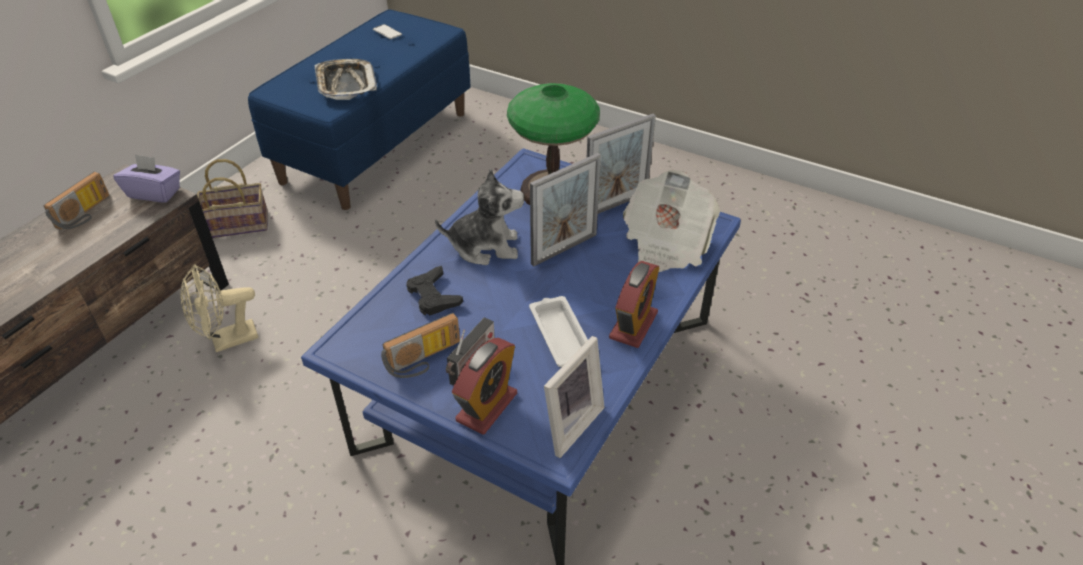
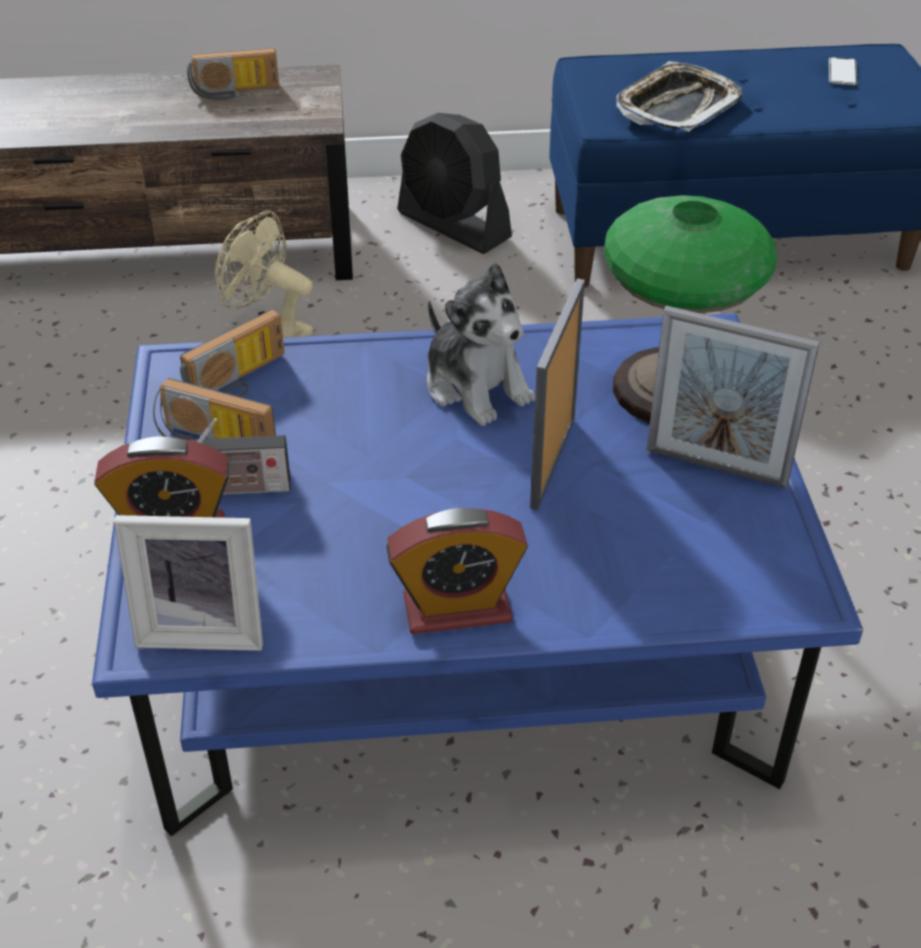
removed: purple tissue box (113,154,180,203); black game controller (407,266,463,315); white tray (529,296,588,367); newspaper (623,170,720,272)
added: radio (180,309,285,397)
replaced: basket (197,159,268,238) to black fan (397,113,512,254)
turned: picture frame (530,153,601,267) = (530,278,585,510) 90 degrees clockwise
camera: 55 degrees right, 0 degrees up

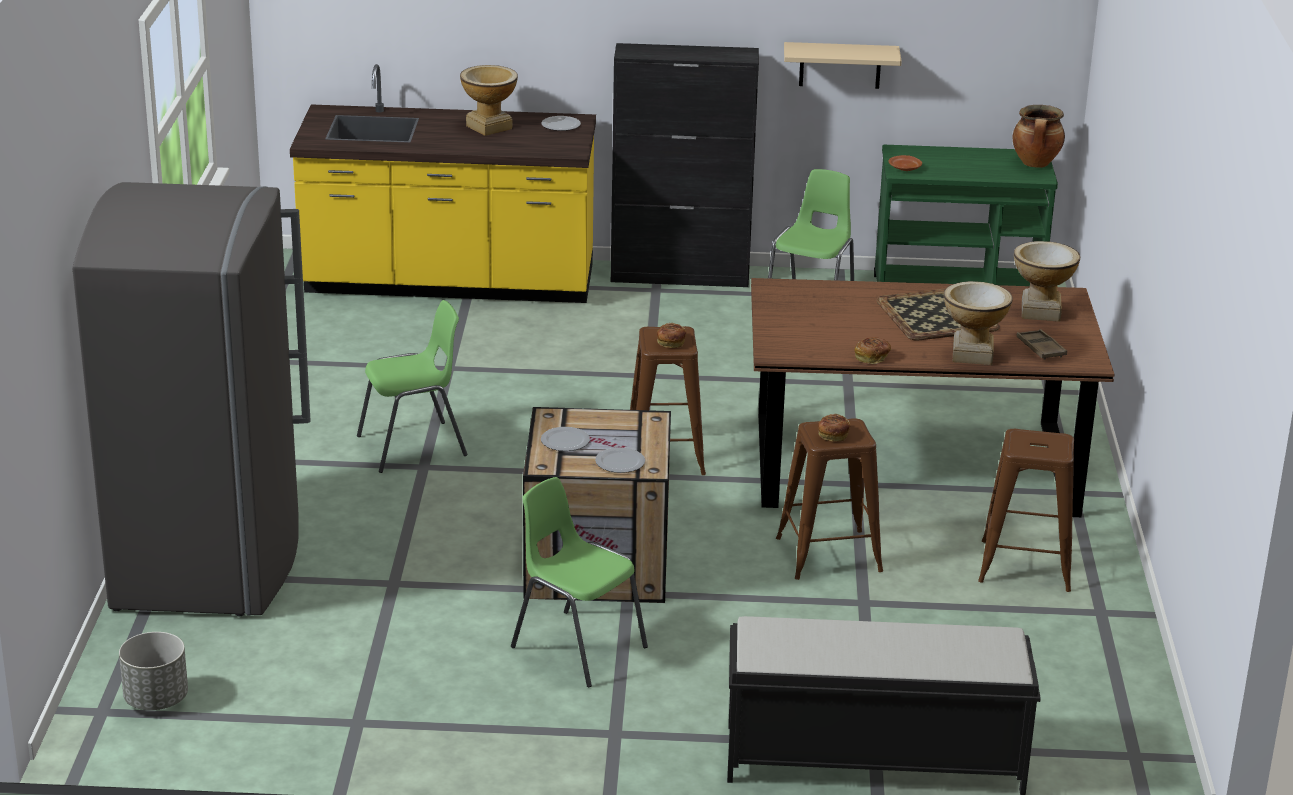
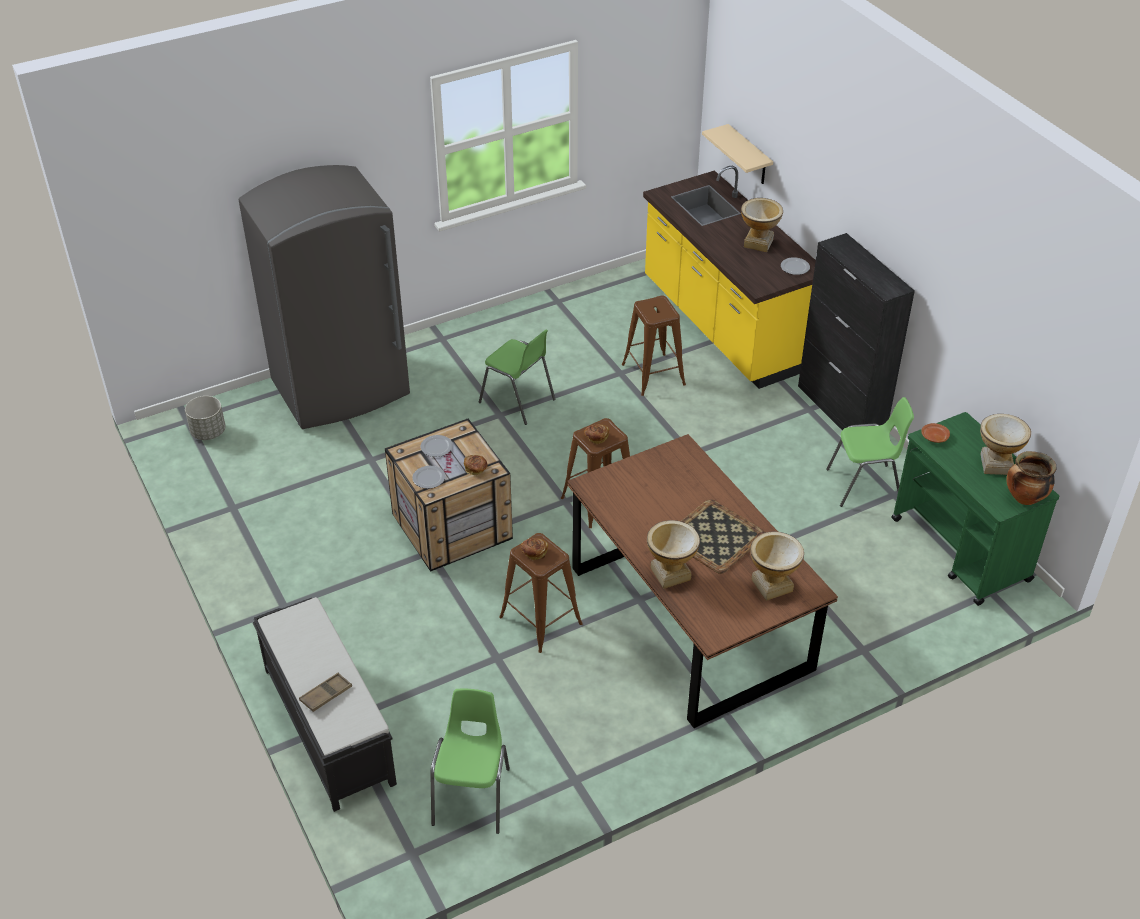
added: vase (980,414,1031,475)
moved: green chair (511,477,648,687) to (430,689,510,834); beige shelf (784,42,902,89) to (702,124,773,184); bread (854,337,891,364) to (464,455,488,475); brown stool (978,429,1074,592) to (622,296,686,396); brown tray (1017,329,1067,360) to (299,673,352,712)
camera: 60 degrees right, 15 degrees up

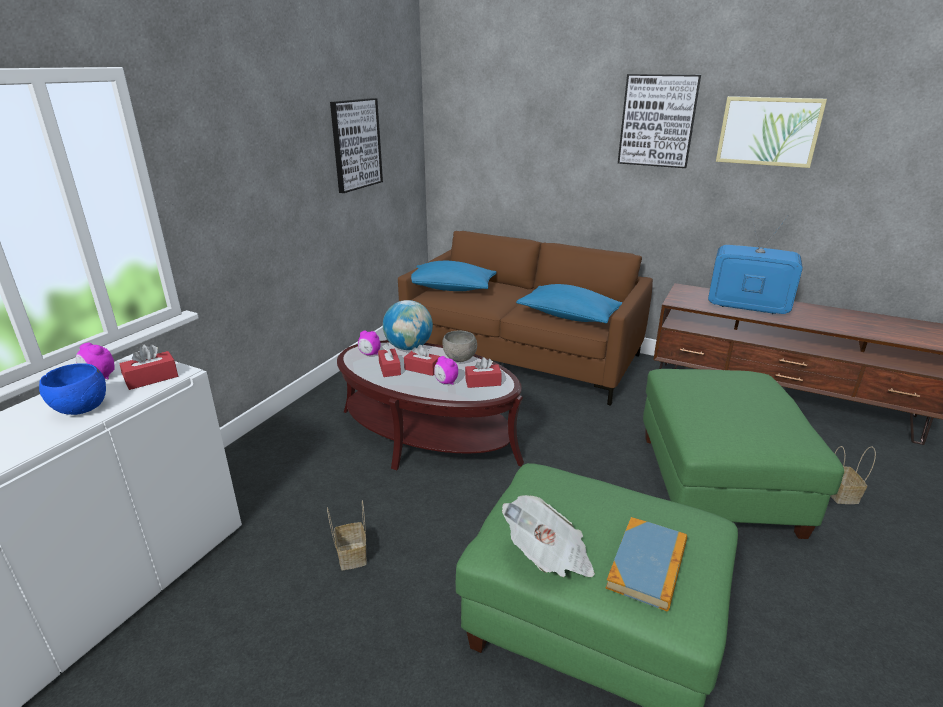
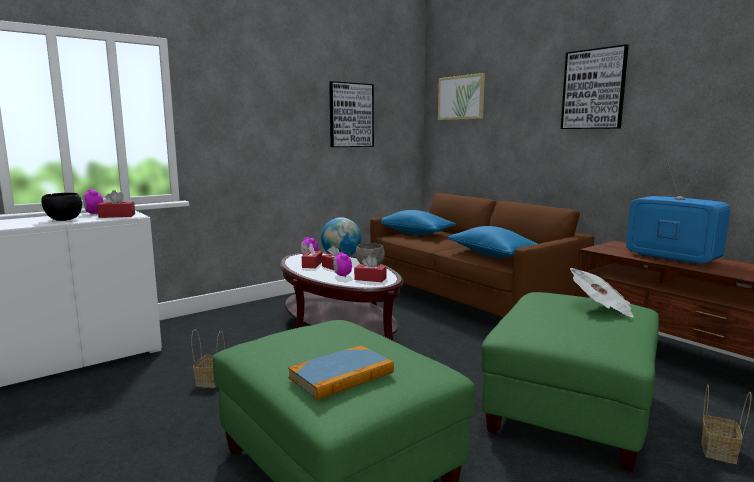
moved: newspaper (502,495,595,577) to (570,268,634,318); picture (716,96,827,168) to (438,73,485,120)
recoloured: blue bowl (39,363,106,415) to black bowl (41,193,82,221)
camera: 25 degrees right, 15 degrees down

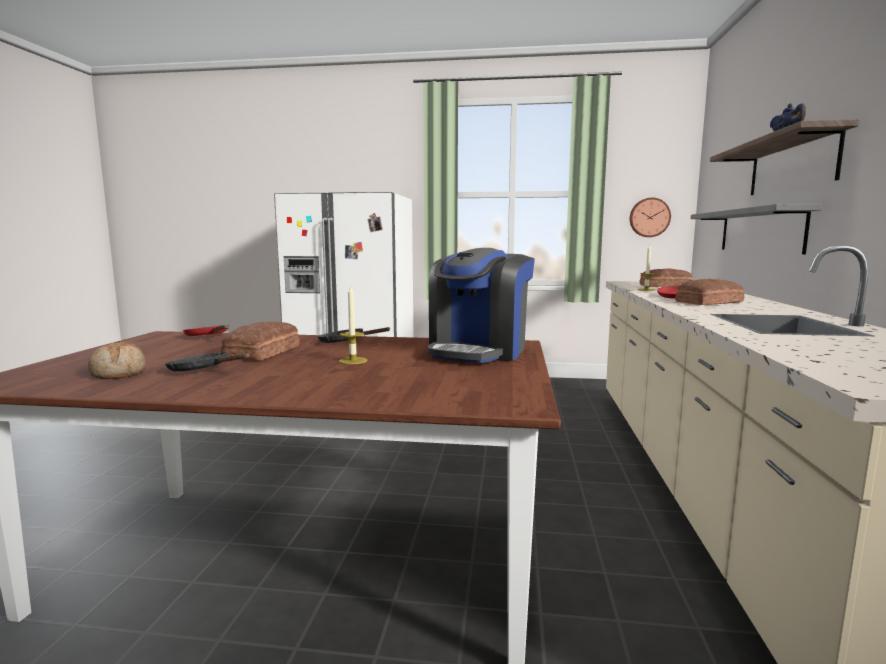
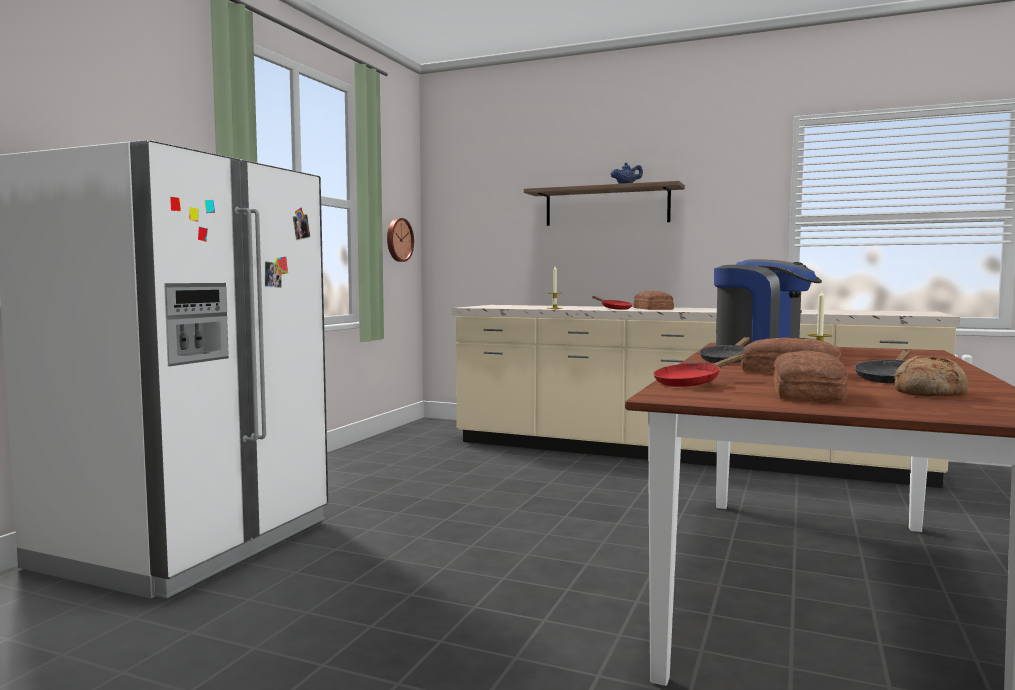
removed: grey shelf (691,204,822,254)
moved: bread (640,268,693,287) to (773,351,848,403)
camera: 75 degrees left, 5 degrees down

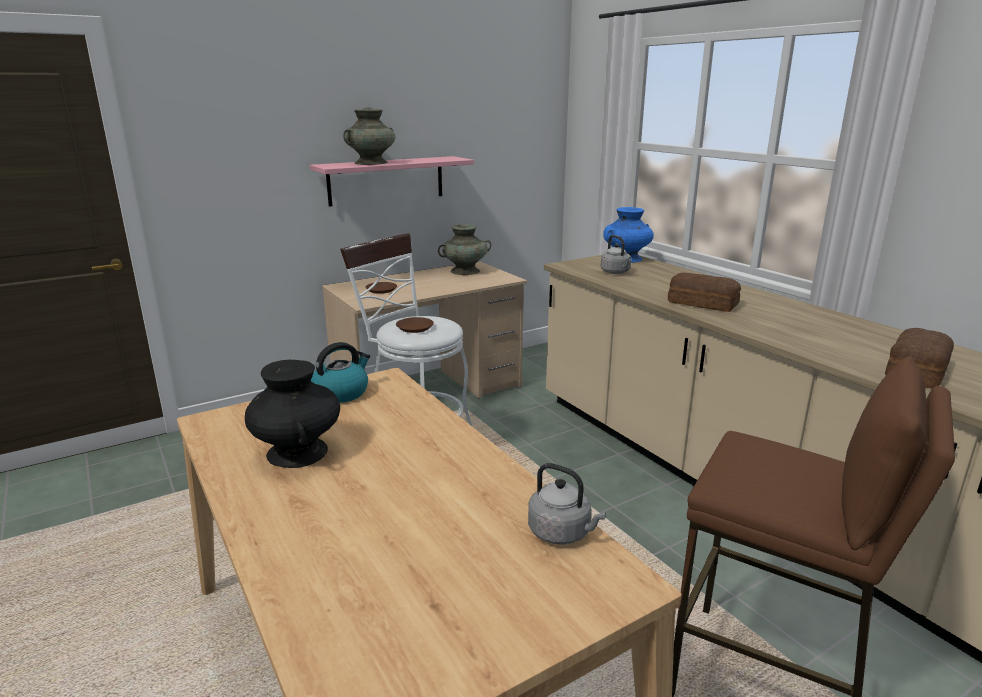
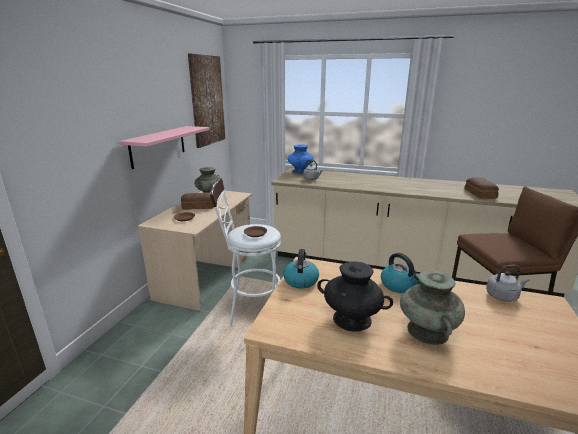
added: picture (188,53,225,148); kettle (381,253,419,293)
moved: turquoise vase (343,107,395,165) to (400,270,465,345); bread (668,273,741,312) to (181,192,214,210)
camera: 40 degrees left, 0 degrees up

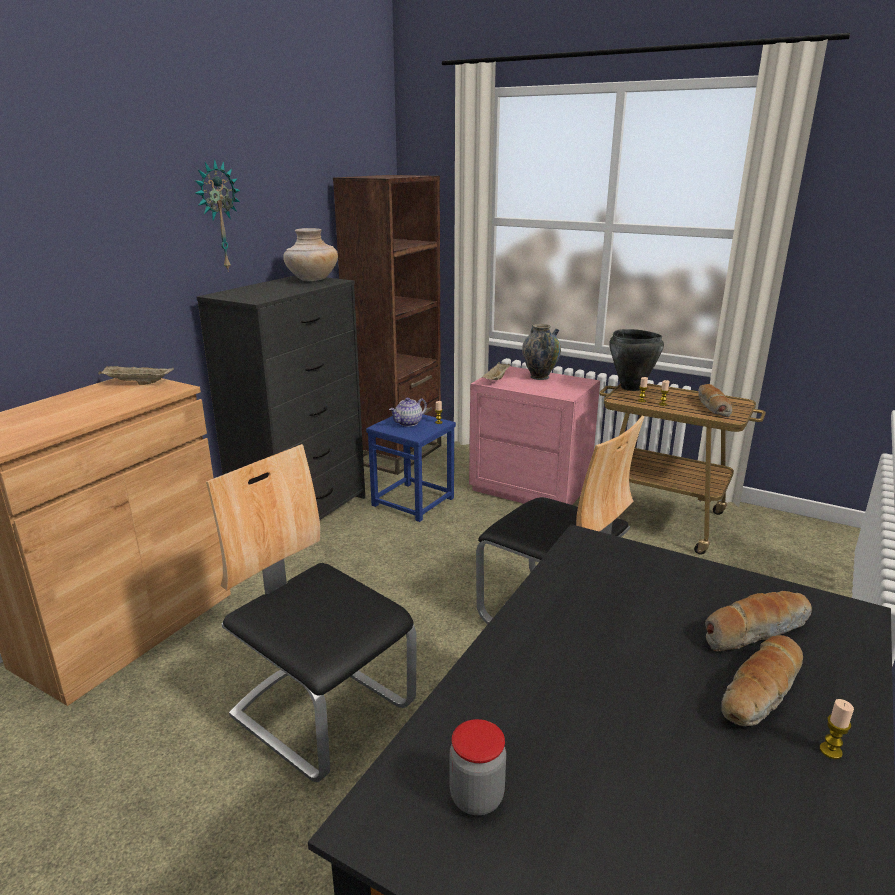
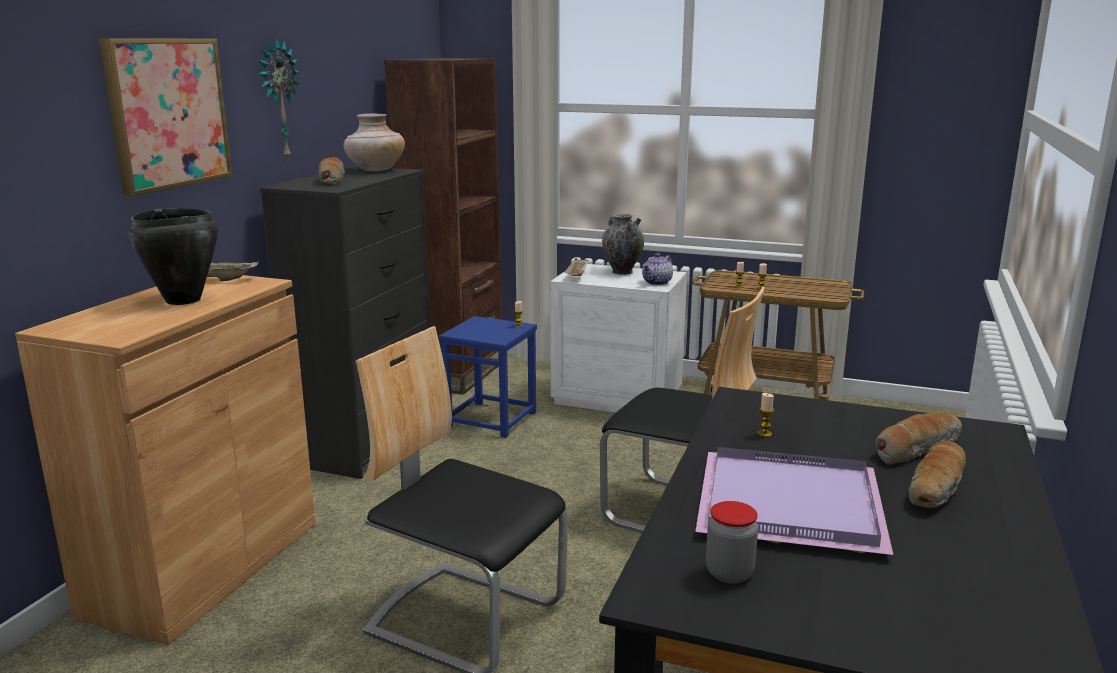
added: picture (99,38,232,197); purple tray (695,447,893,555)
moved: teapot (389,397,427,427) to (642,253,673,285); black cooking pot (609,329,664,391) to (128,208,218,305); bread (698,384,732,417) to (318,157,345,185); candle (820,699,854,759) to (757,393,774,437)
recoloured: pink nightstand (469,366,600,505) to white nightstand (550,264,687,413)
camera: 10 degrees left, 5 degrees down

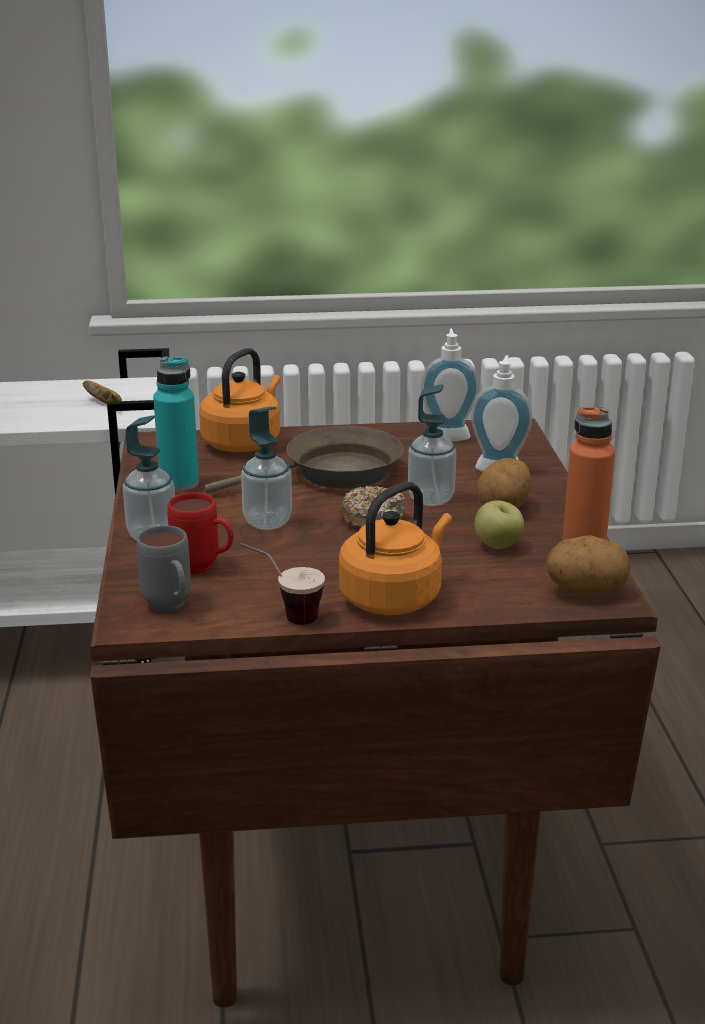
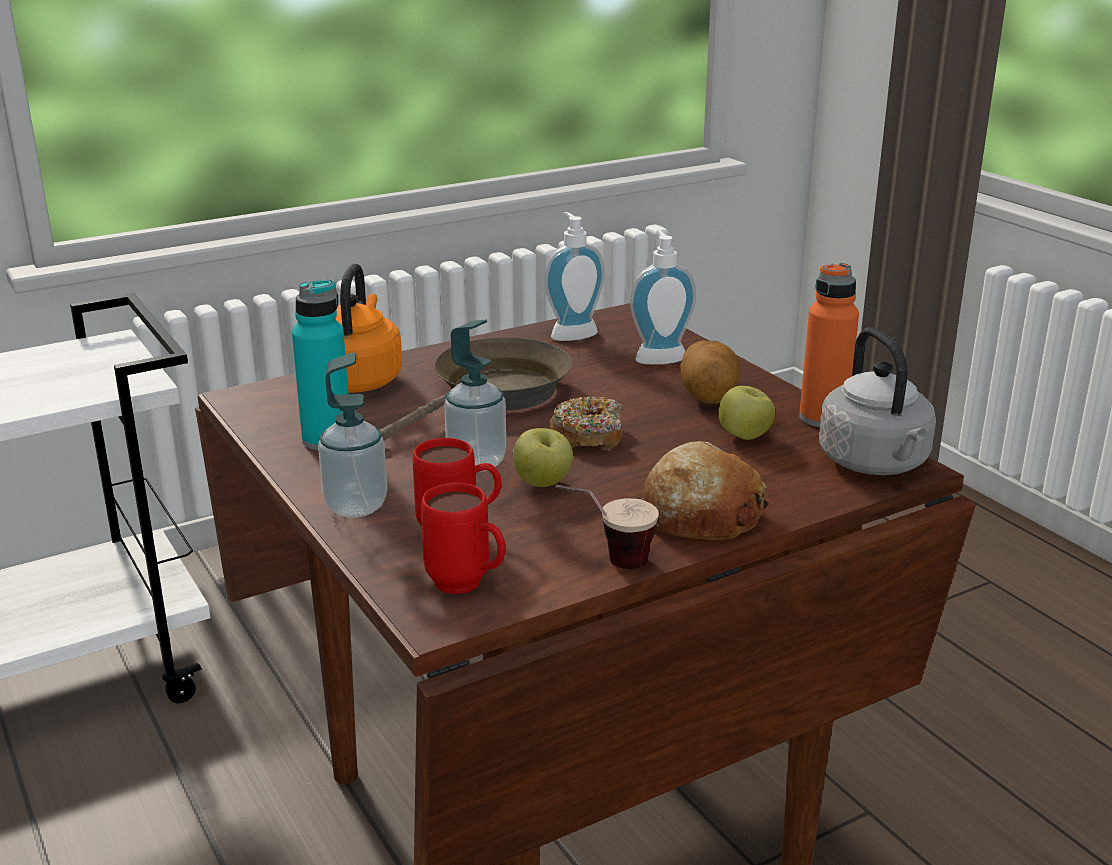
removed: banana (83,380,122,404); soap dispenser (408,384,456,506)
added: apple (513,428,573,487)
replaced: orange kettle (339,482,452,615) to bread (641,441,769,540); potato (546,535,631,595) to grey kettle (819,327,936,475)
recoloured: grey mug (136,525,191,612) to red mug (421,483,506,594)
camera: 25 degrees left, 0 degrees up

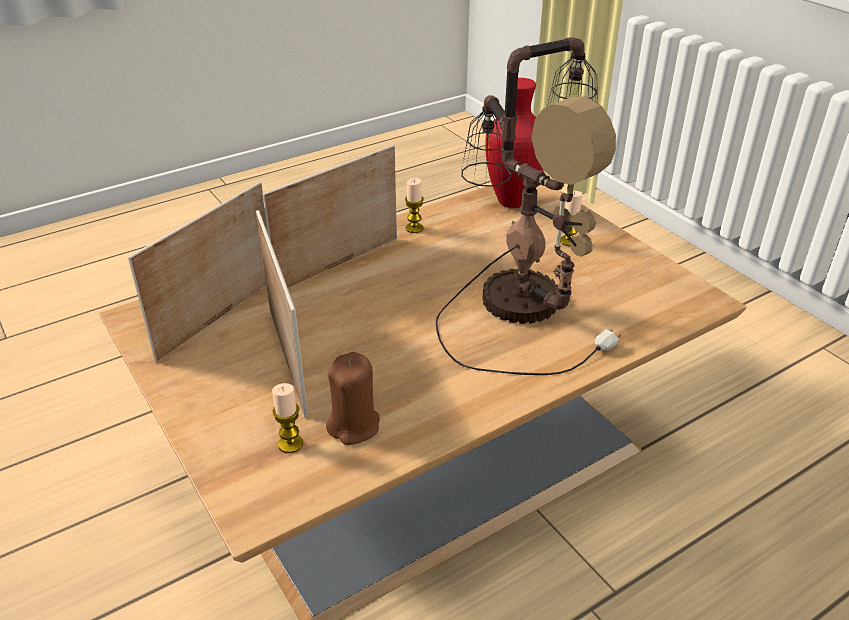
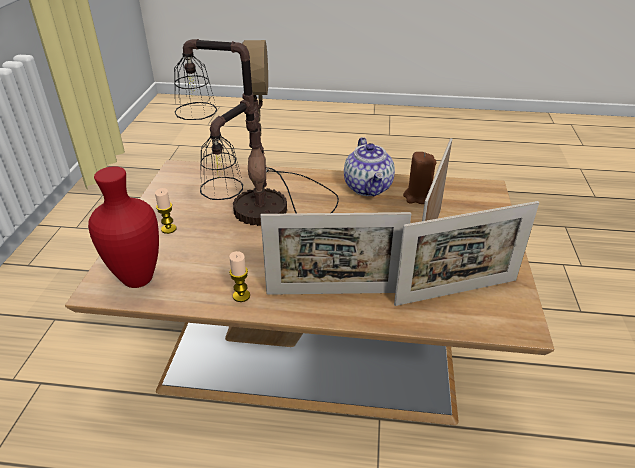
removed: candle (272,383,303,453)
added: teapot (344,137,395,196)
camera: 140 degrees left, 0 degrees up

